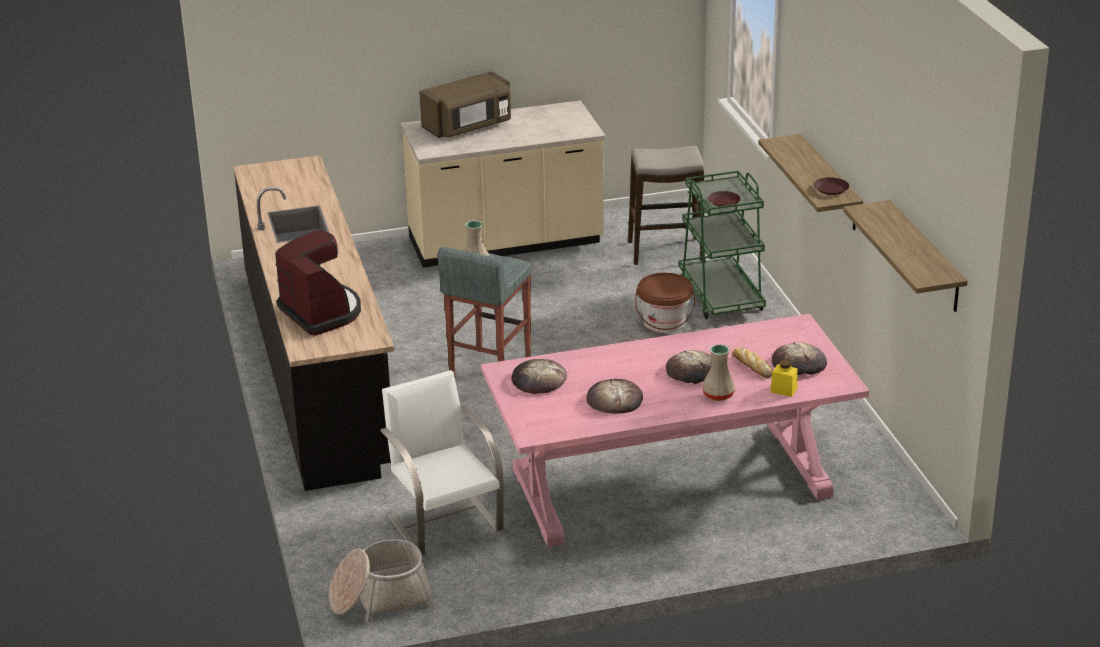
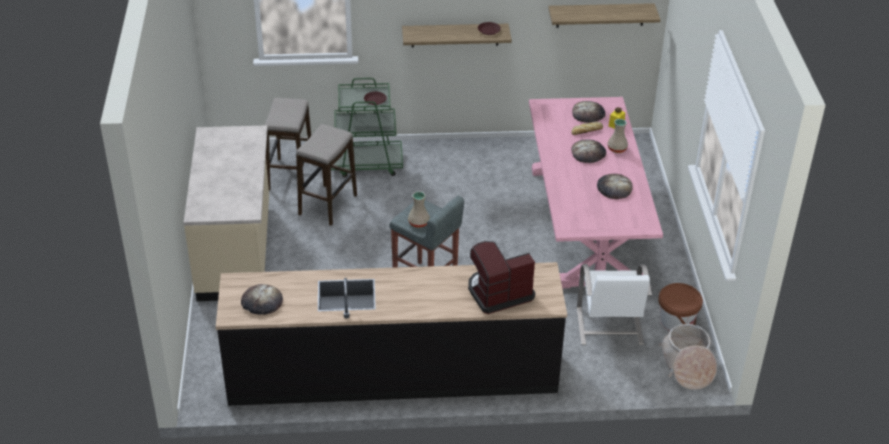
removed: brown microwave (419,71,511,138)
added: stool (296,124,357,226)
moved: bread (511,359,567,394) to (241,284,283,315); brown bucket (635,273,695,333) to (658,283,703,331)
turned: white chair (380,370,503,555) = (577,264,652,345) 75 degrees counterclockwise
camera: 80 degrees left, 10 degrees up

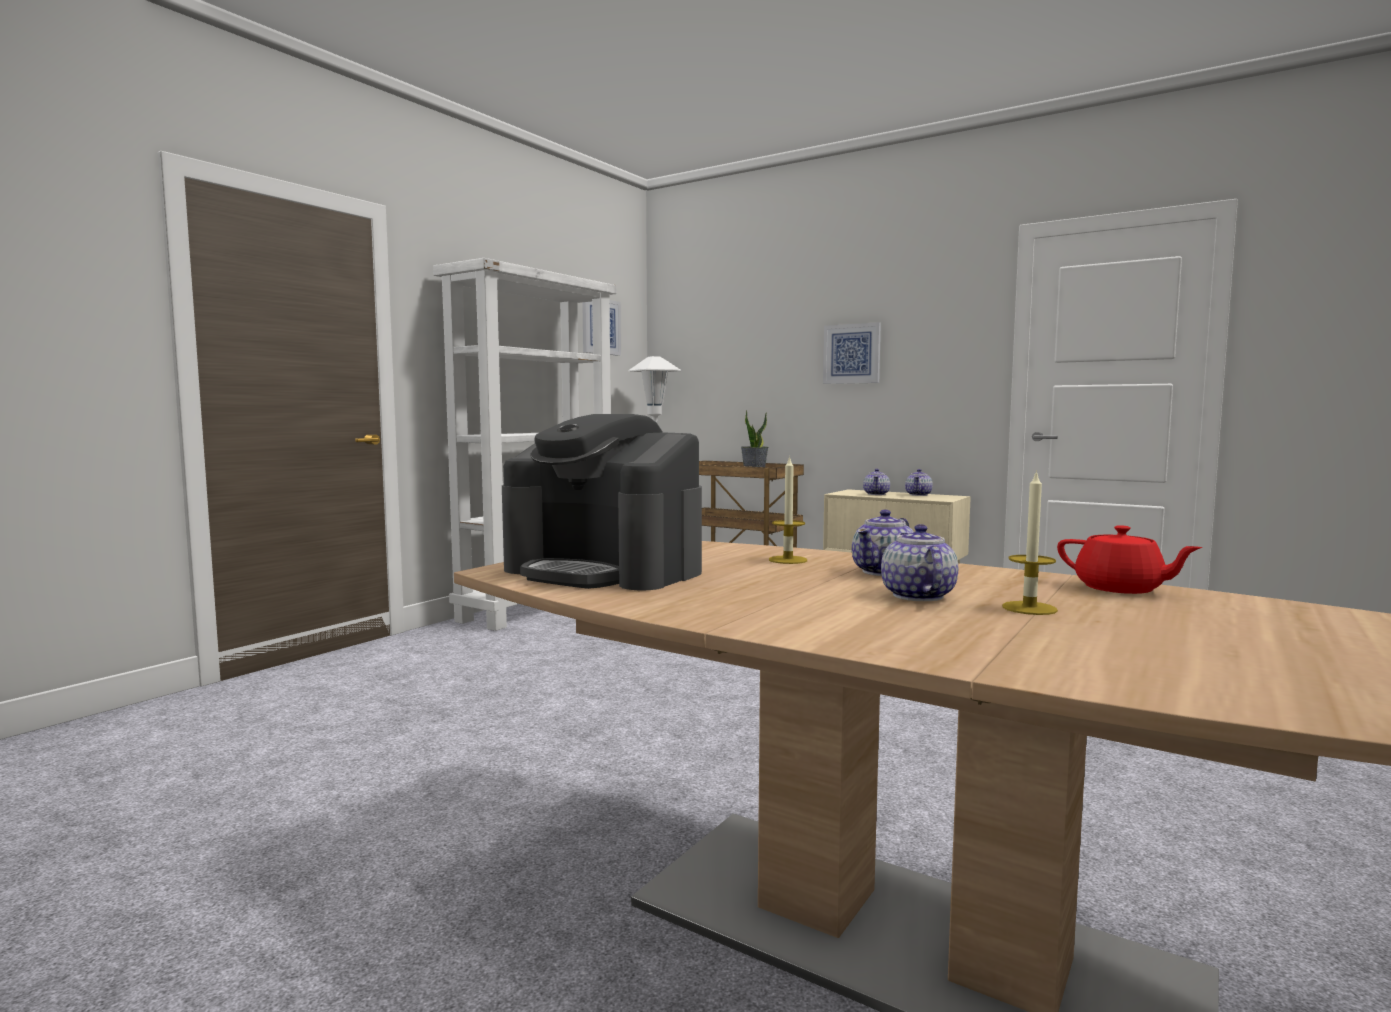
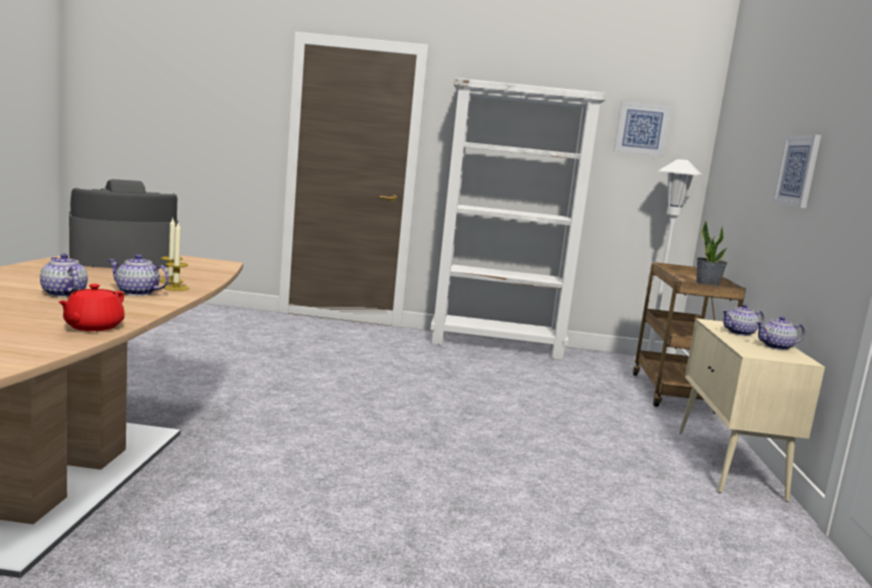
moved: candle (1002,470,1058,615) to (163,223,189,291)
turned: coffee machine (502,414,702,590) = (69,179,178,268) 60 degrees clockwise; teapot (881,524,958,601) = (40,253,88,297) 105 degrees counterclockwise
camera: 60 degrees right, 5 degrees up

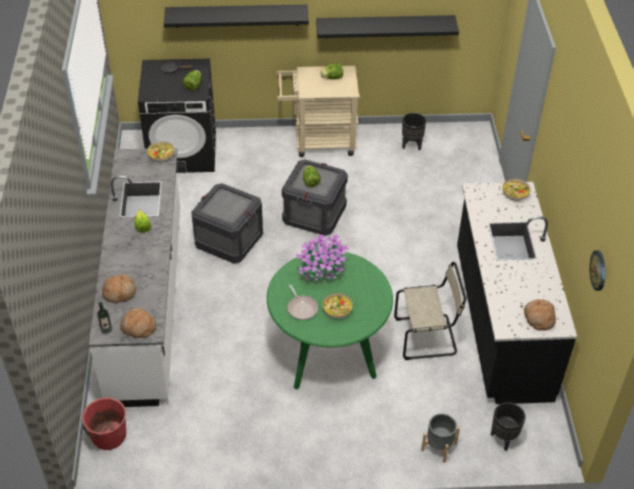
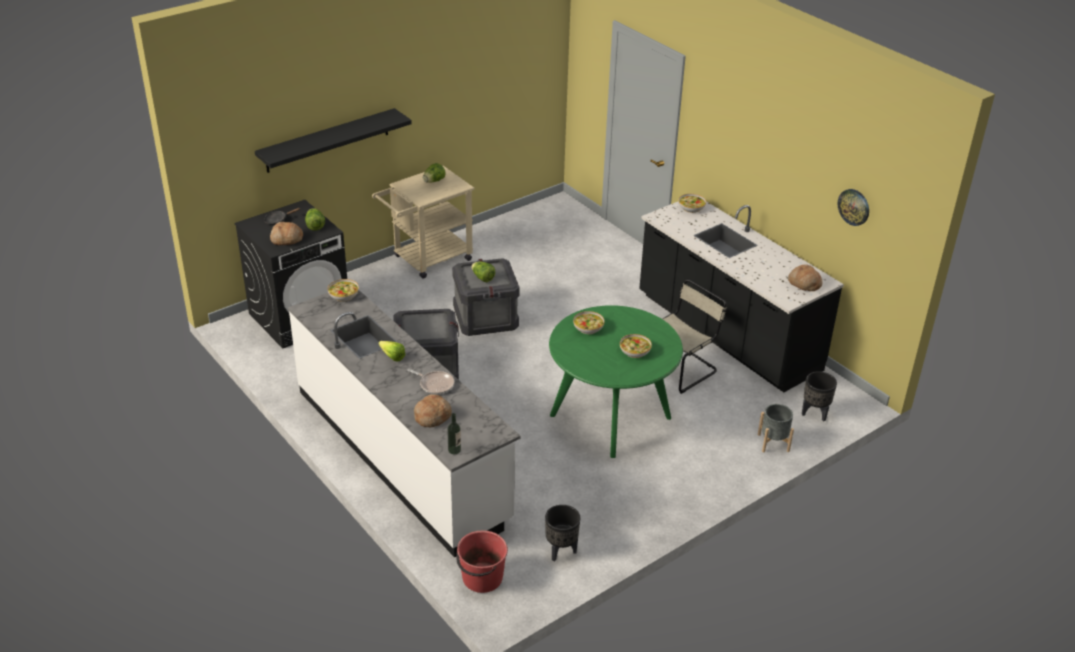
removed: black shelf (316,15,459,38)
moved: bread (120,308,156,338) to (270,222,303,245); frying pan (288,285,318,320) to (407,369,454,394); black planter (402,113,426,150) to (545,505,580,562)
replaced: potted plant (296,234,349,283) to bowl (573,311,604,334)
camera: 35 degrees left, 10 degrees down

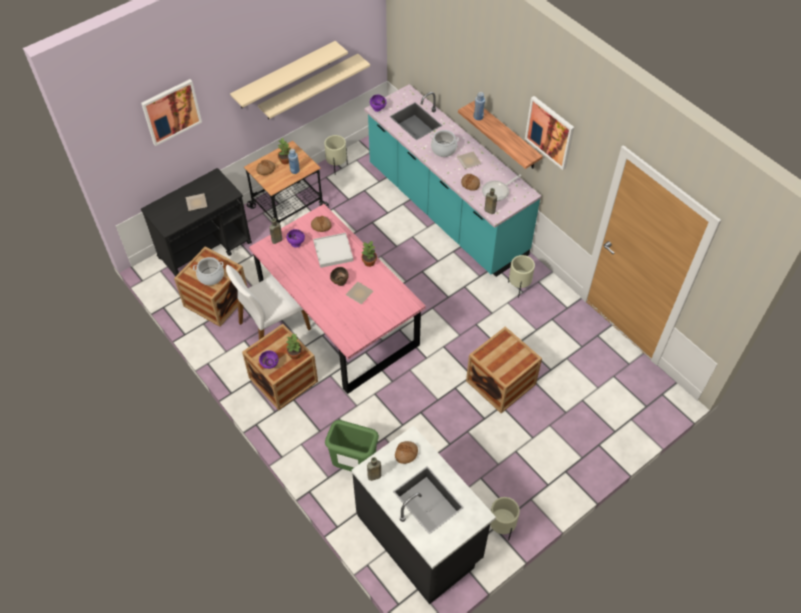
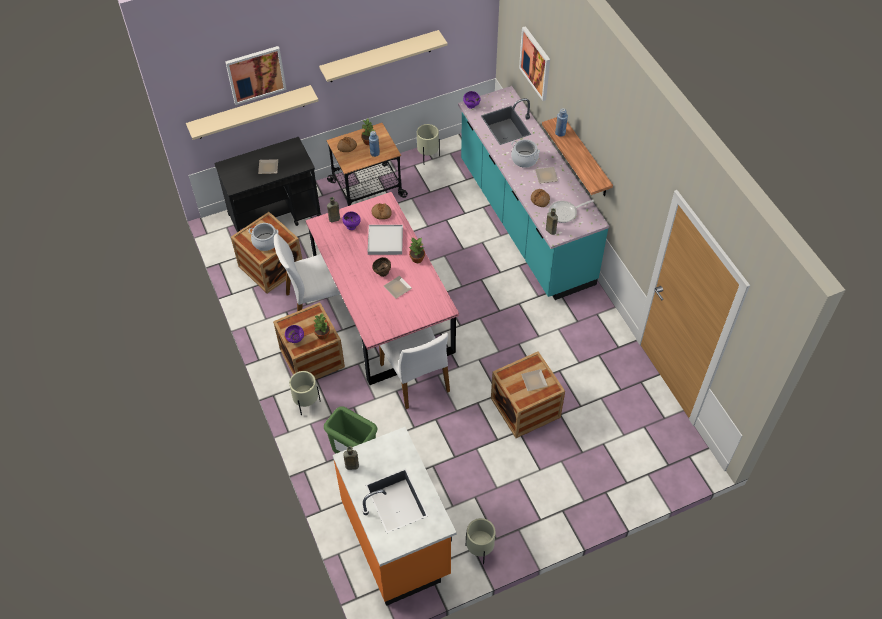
removed: bread (395,441,418,464)
added: white chair (379,327,450,409); plate (521,369,548,391)
moved: beige shelf (258,54,370,119) to (186,85,319,140); beige planter (508,255,535,298) to (289,371,321,415); picture (525,96,575,170) to (519,26,550,101)
recoloured: black counter (351,426,496,604) to orange counter (333,427,456,606)
camera: 15 degrees right, 0 degrees up

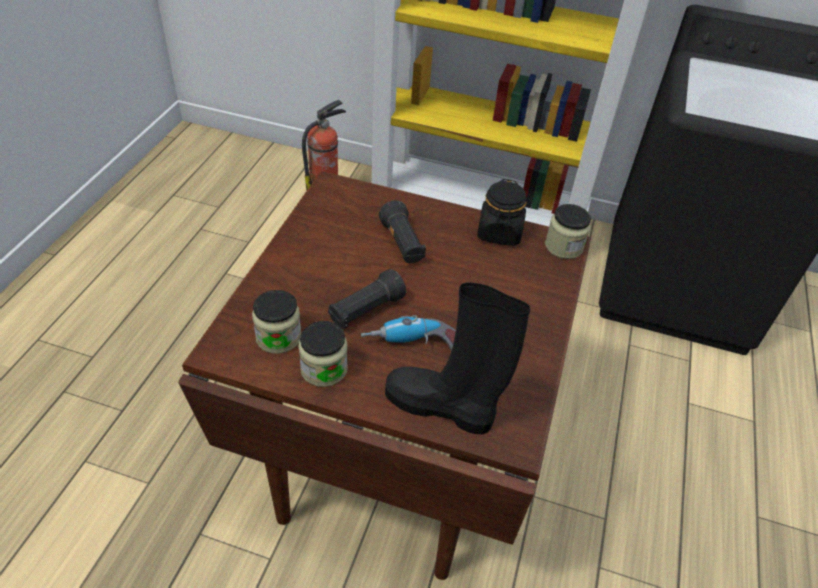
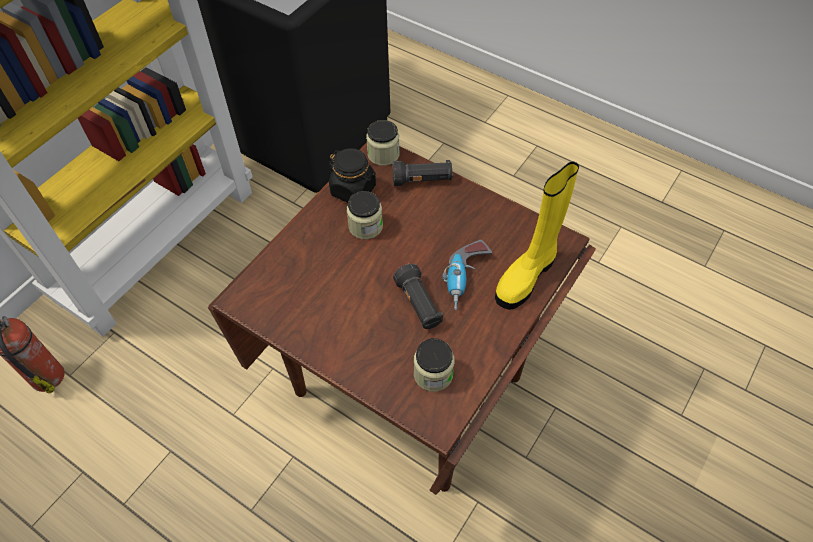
moved: jar (298,321,348,387) to (347,191,383,239); black flashlight (379,200,426,264) to (393,160,453,186)
recoloured: black boot (385,283,530,435) to yellow boot (495,162,579,310)
camera: 70 degrees left, 10 degrees up

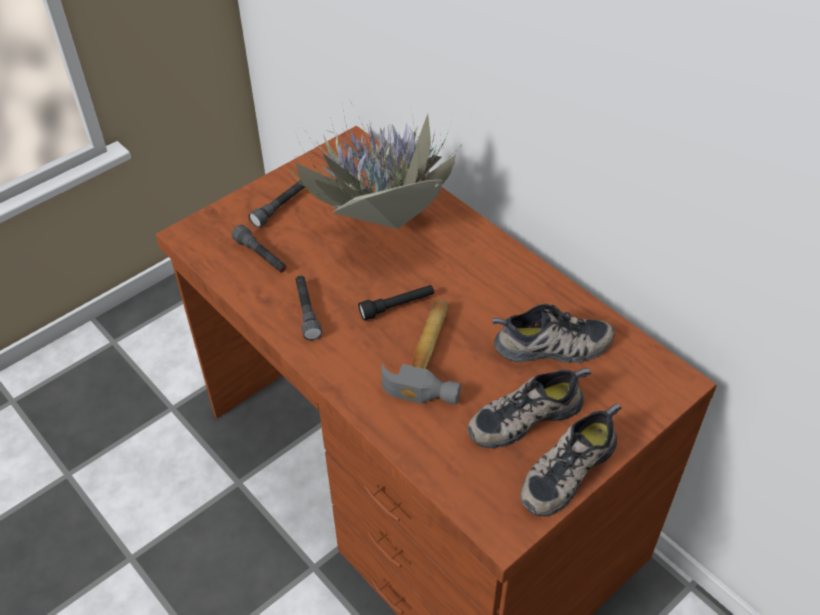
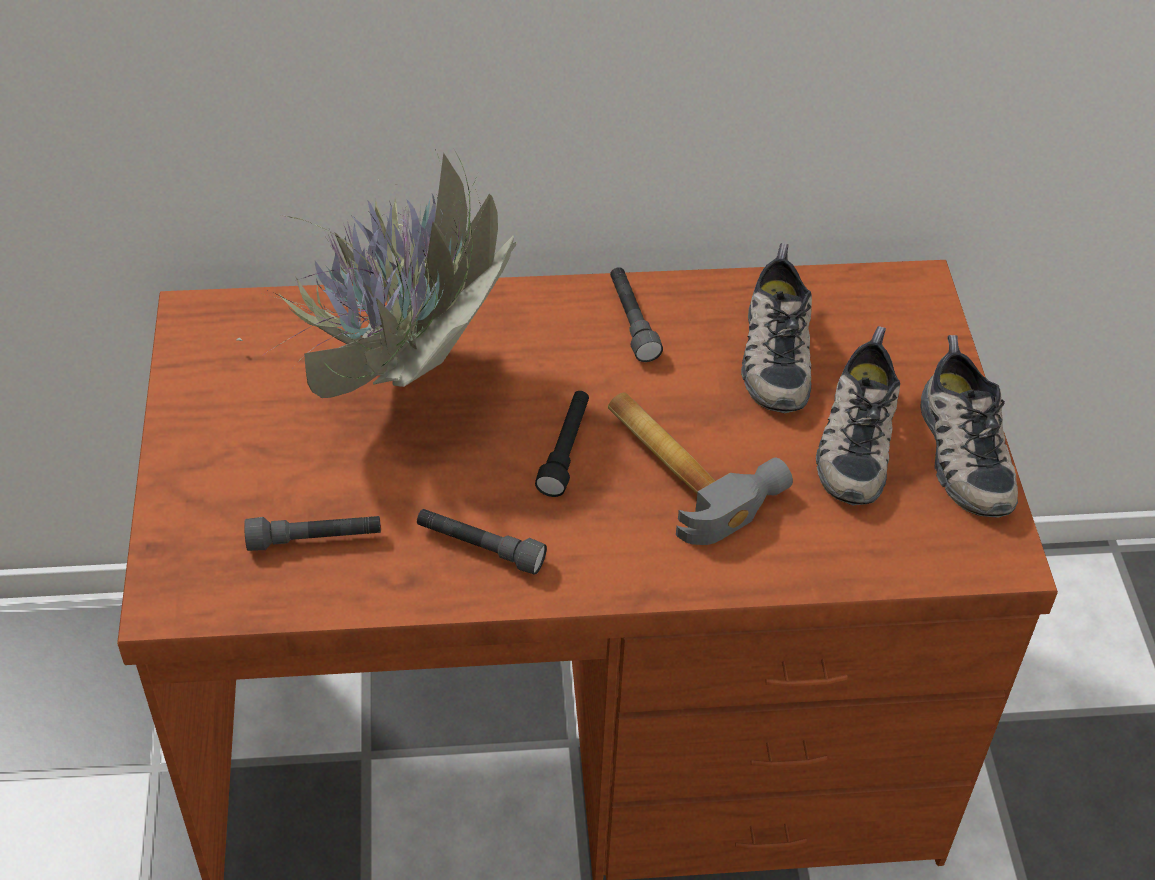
moved: grey flashlight (249,180,305,228) to (610,267,663,362)
turned: shoe (492,304,615,363) = (741,243,812,413) 150 degrees clockwise
camera: 55 degrees left, 0 degrees up

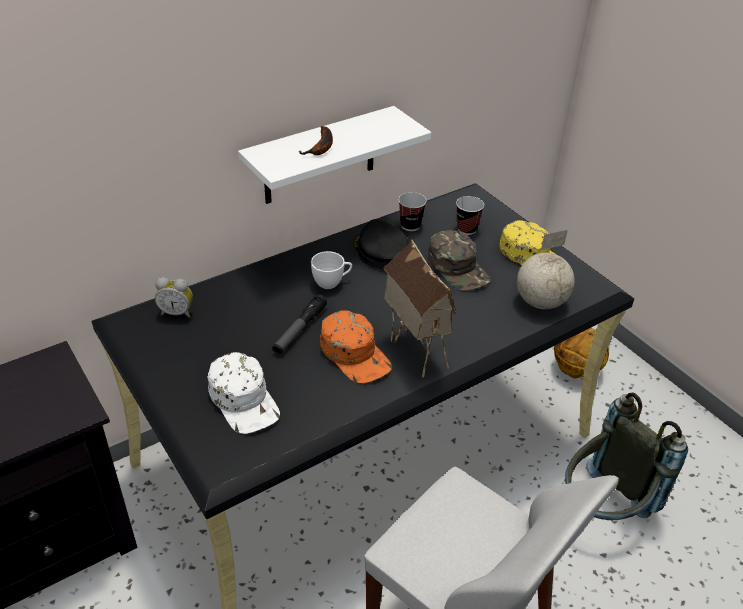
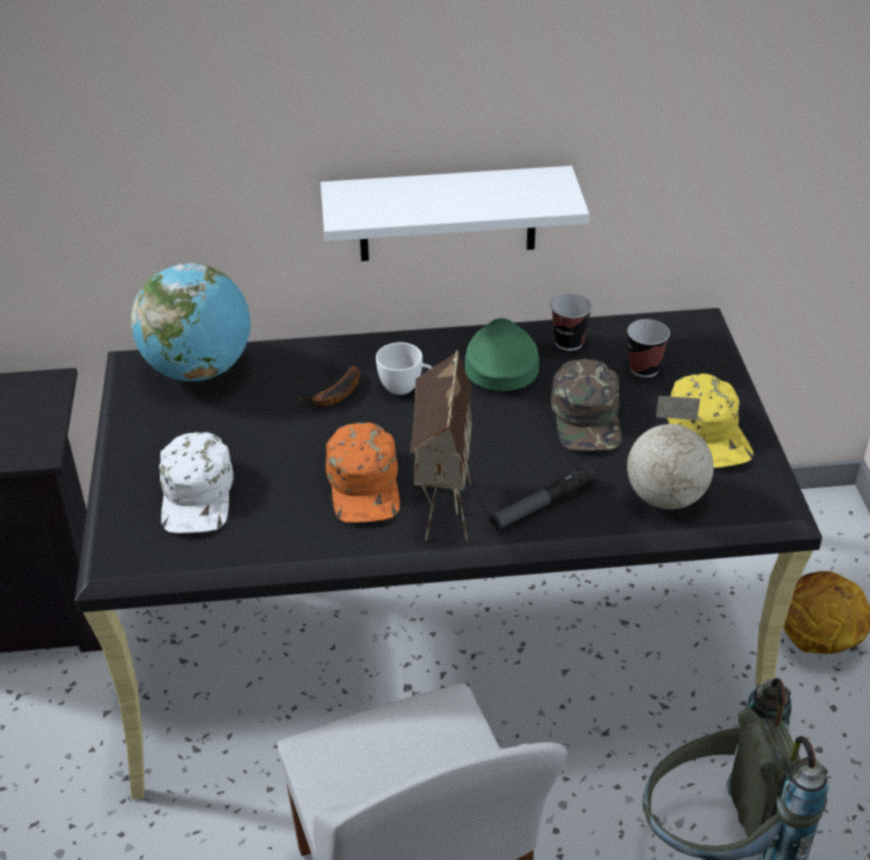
moved: flashlight (272,294,327,354) to (489,464,597,530); banana (298,126,333,155) to (298,365,360,407)
replaced: alarm clock (155,277,193,318) to globe (131,263,250,381)
recoloured: black cap (353,219,409,268) to green cap (465,318,539,391)
camera: 30 degrees right, 0 degrees up

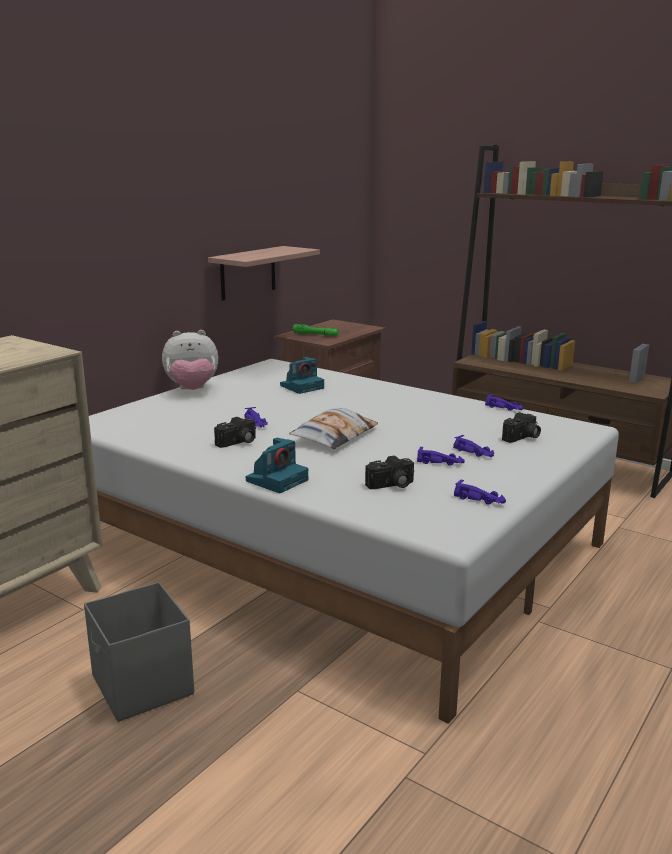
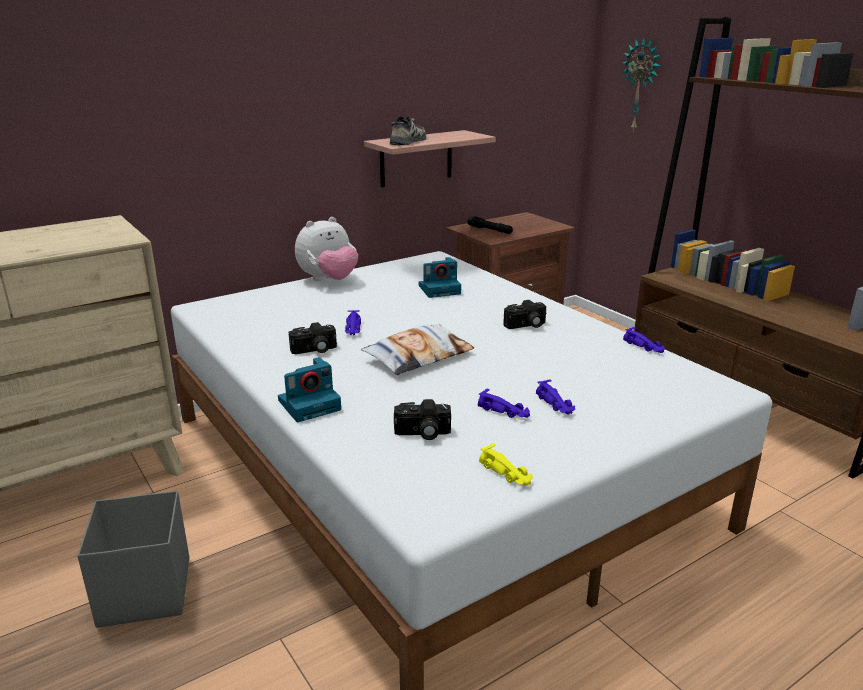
added: shoe (390,116,426,145); wall clock (622,38,661,132)
moved: photo camera (502,412,541,443) to (503,300,546,329)
recoloured: green flashlight (293,324,339,336) to black flashlight (468,216,513,234); purple toy car (454,480,506,505) to yellow toy car (479,443,533,486)
turned: plush toy (162,330,218,390) = (295,217,358,281) 45 degrees counterclockwise
camera: 20 degrees right, 5 degrees up

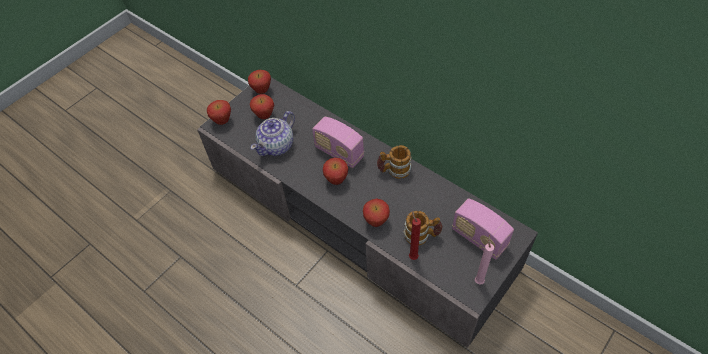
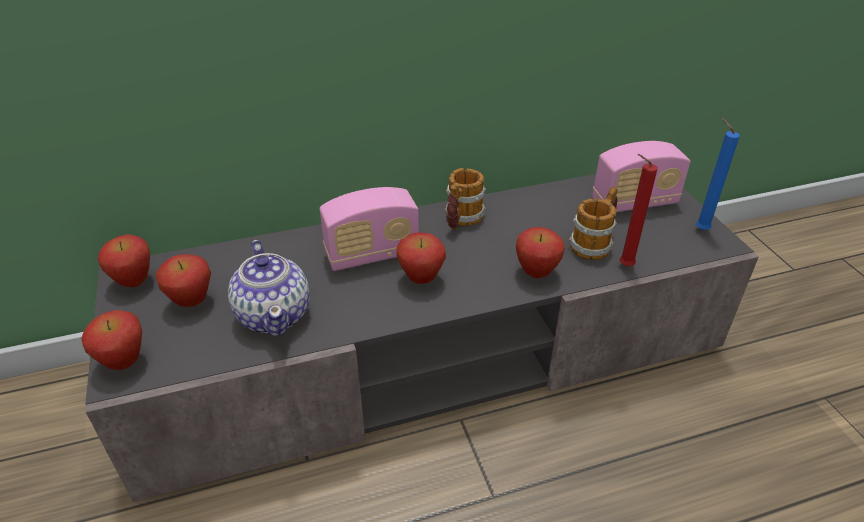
recoloured: pink candle (475,234,494,285) to blue candle (696,119,740,230)
camera: 60 degrees left, 15 degrees down

